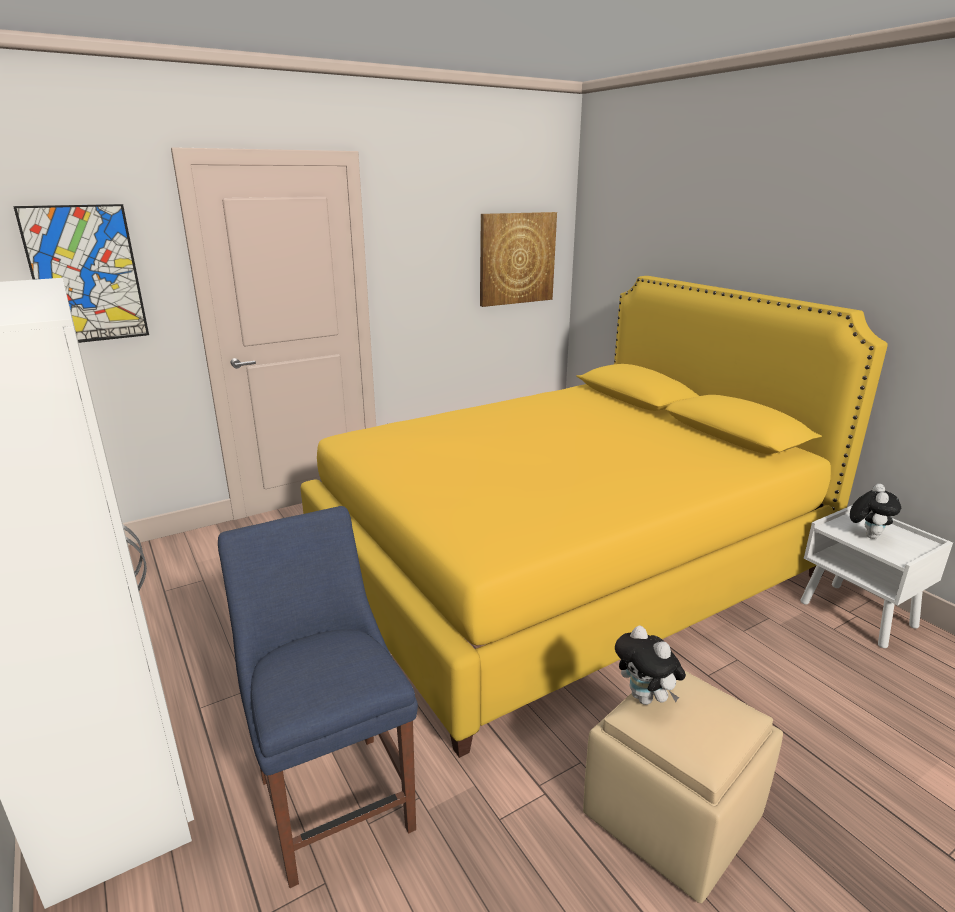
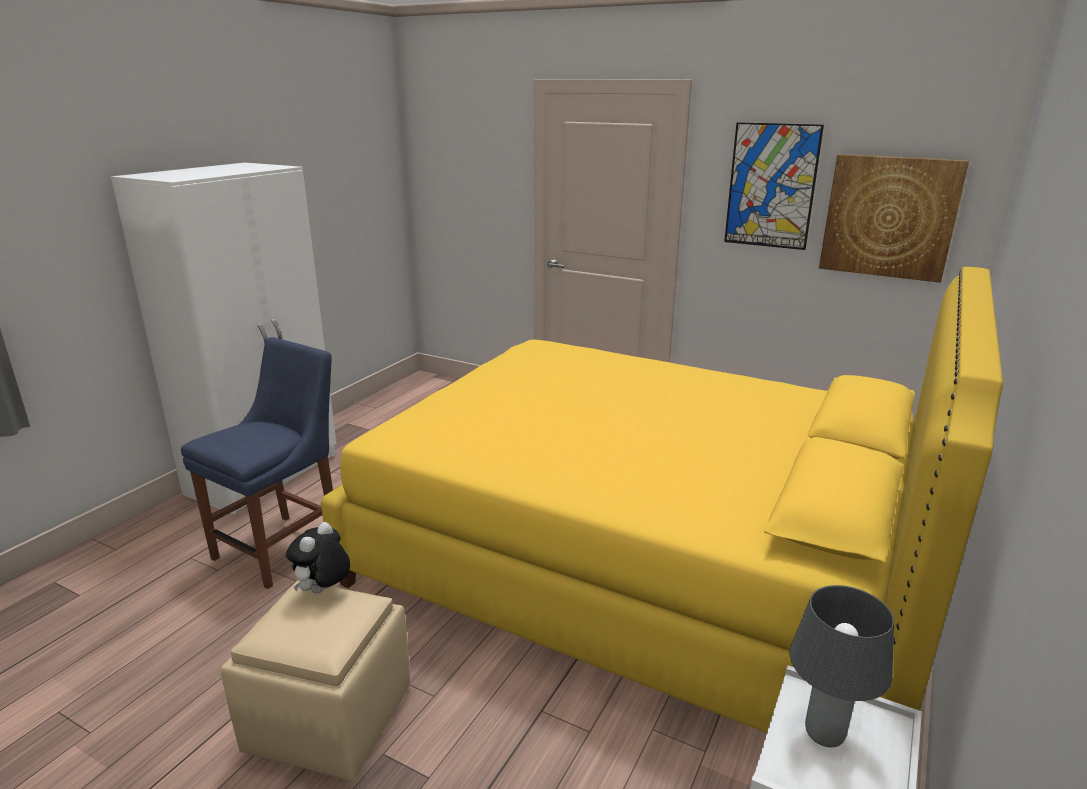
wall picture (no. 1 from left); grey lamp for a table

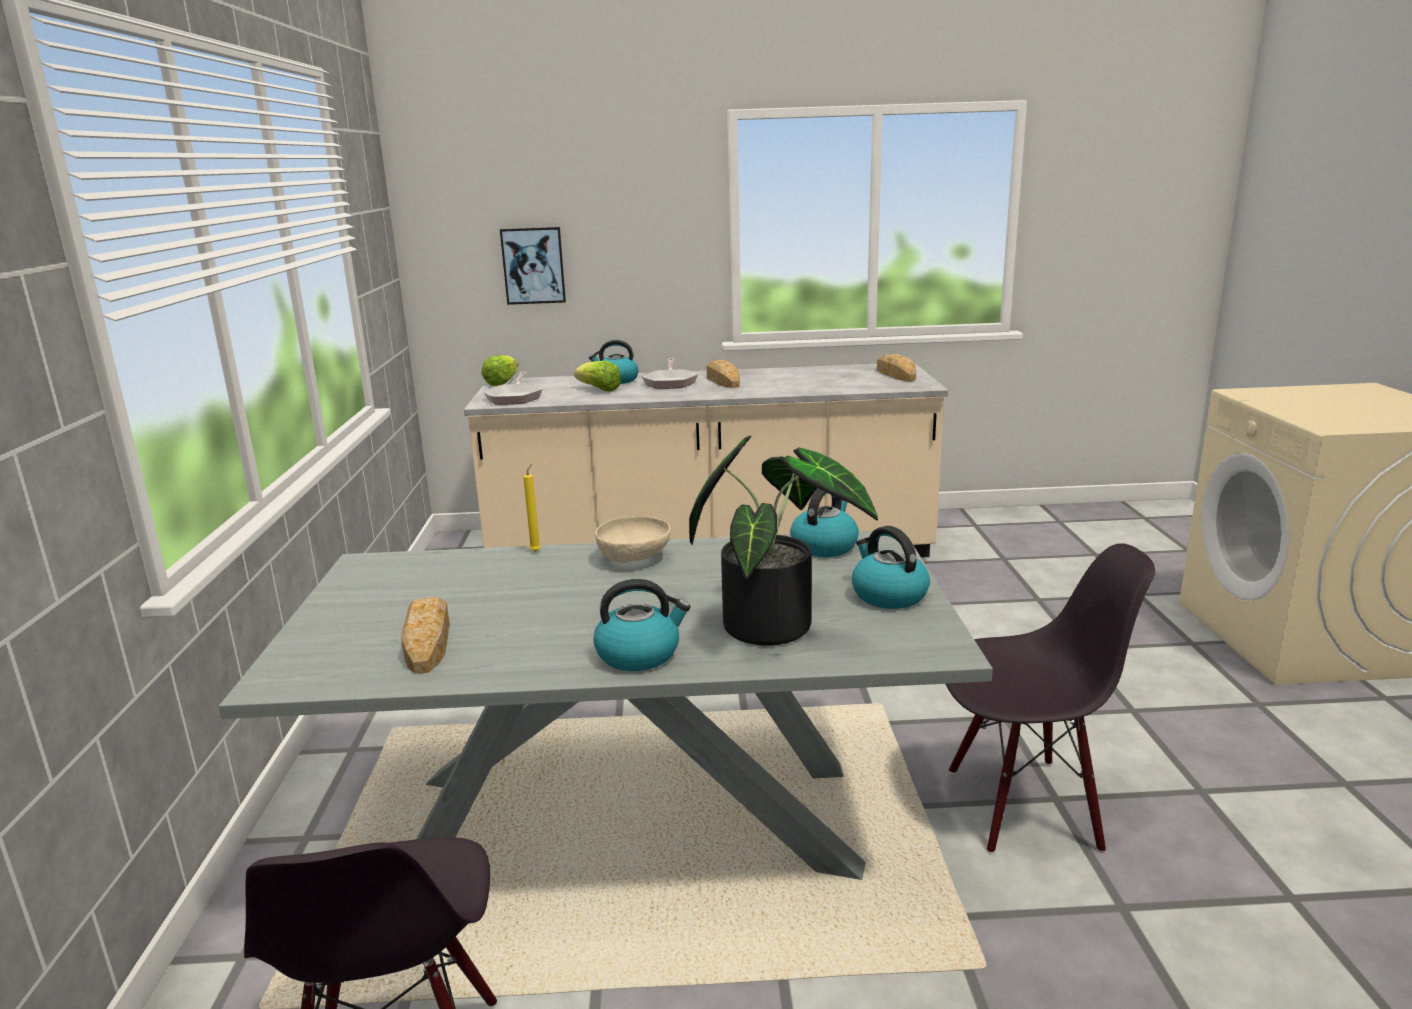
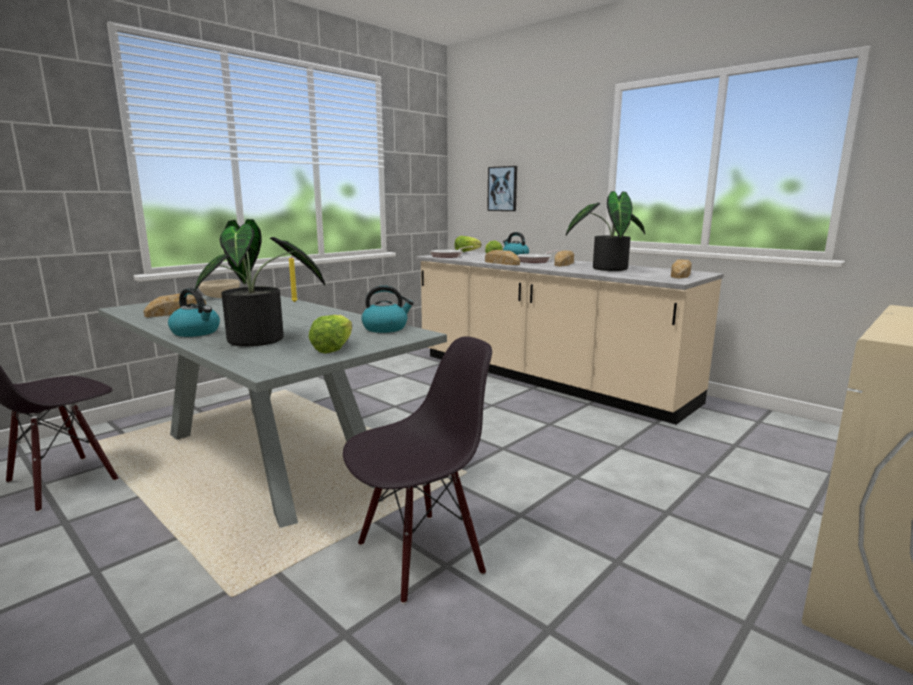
bakery bread (no. 2 from left); houseplant (no. 2 from left); sand-coloured bowl; lettuce head (no. 1 from left); blackish chair (no. 2 from left)

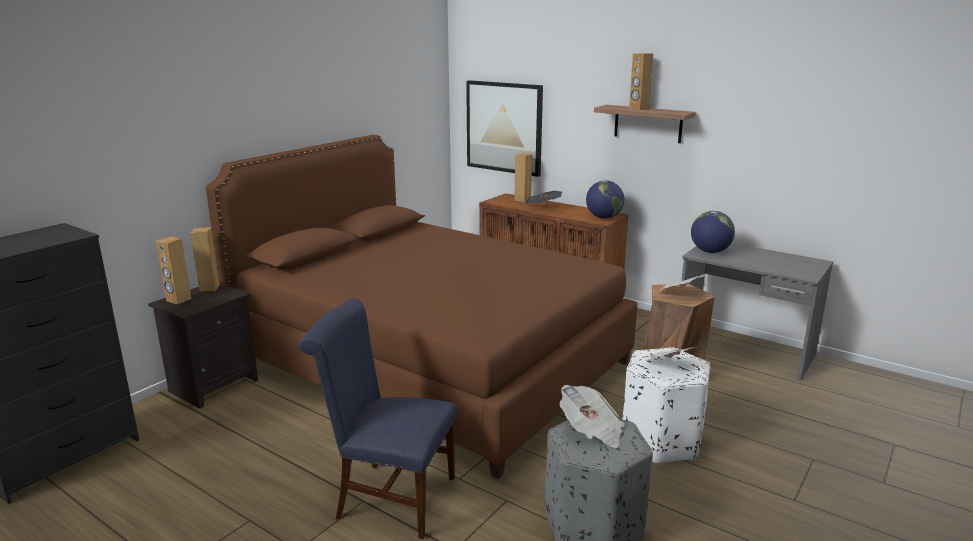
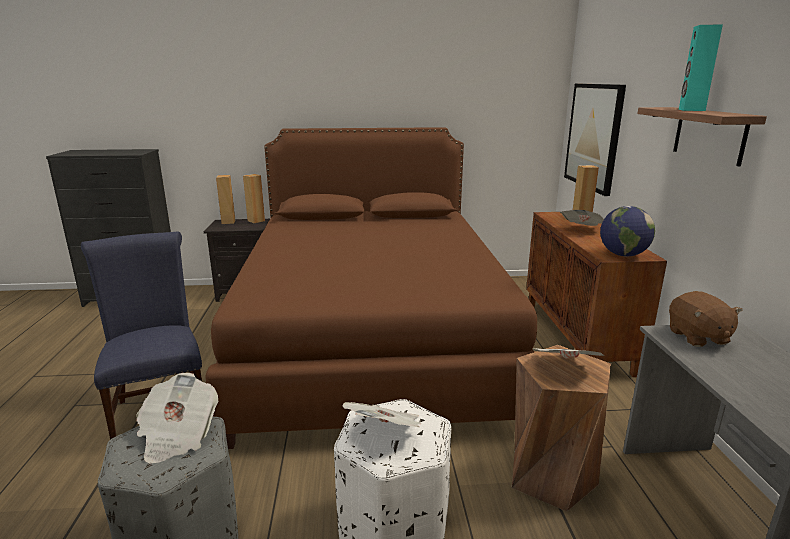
brown cuddly toy; turquoise-coloured speaker

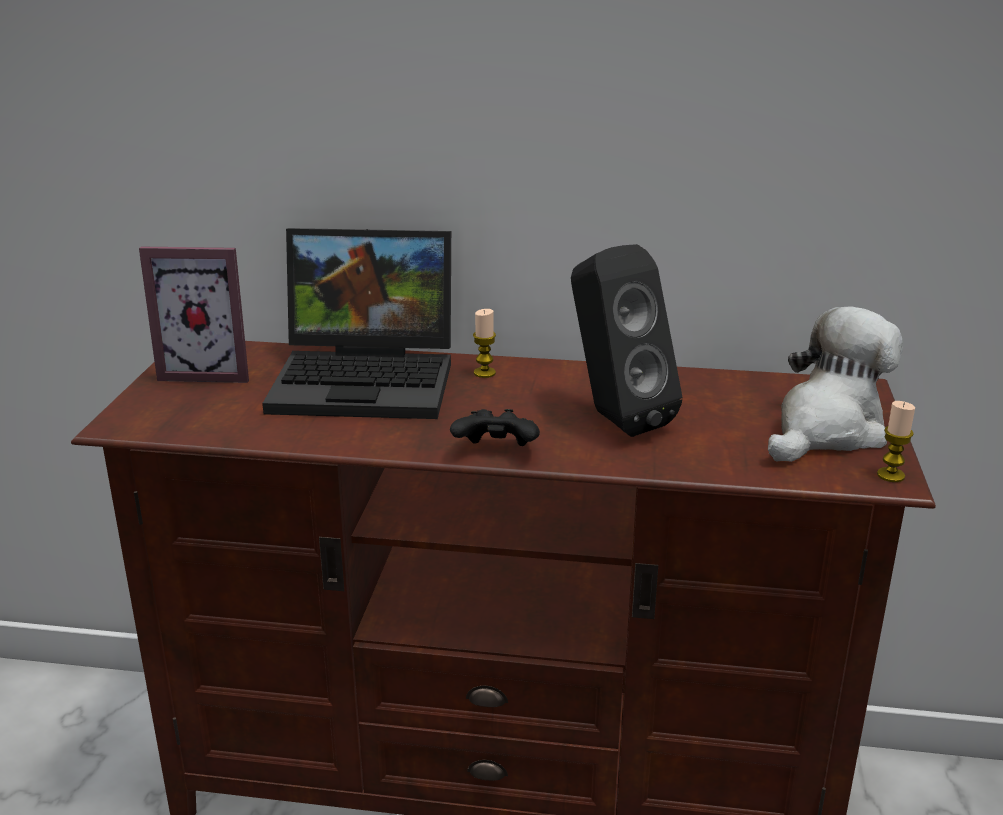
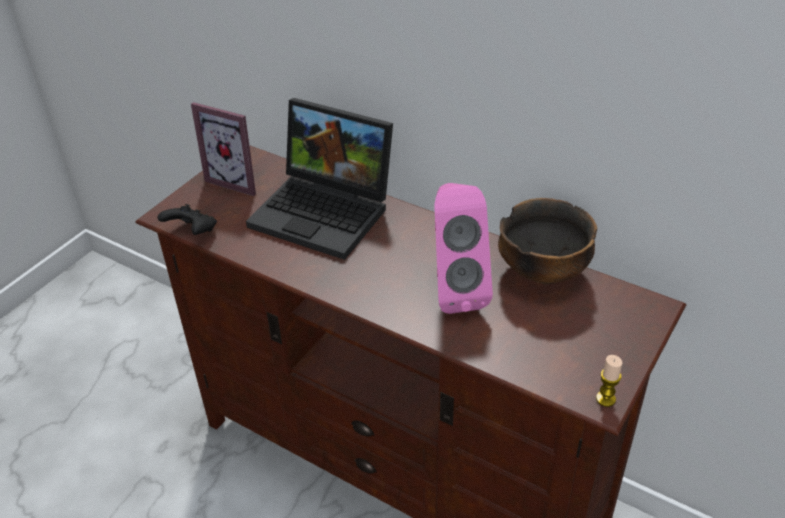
candle (no. 1 from left in the first image); cuddly toy; bowl; blackish gamepad; pinkish speaker

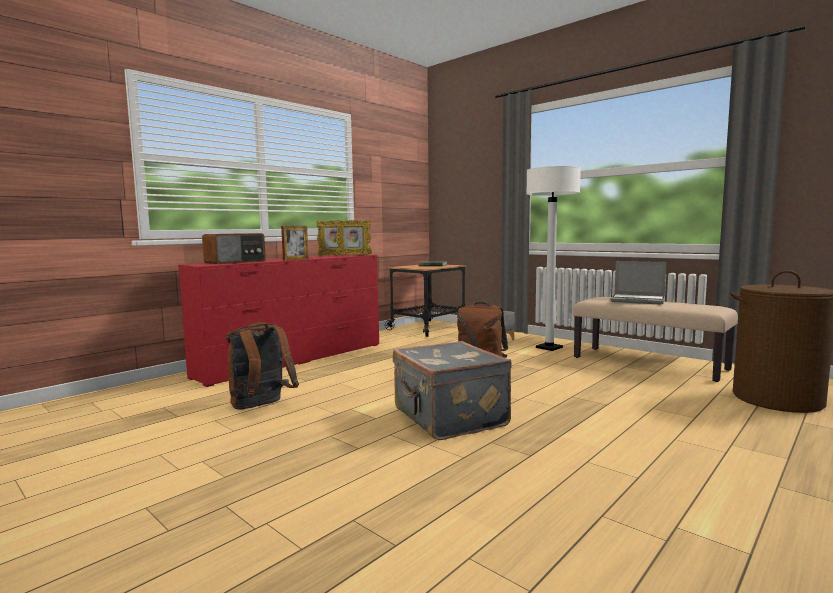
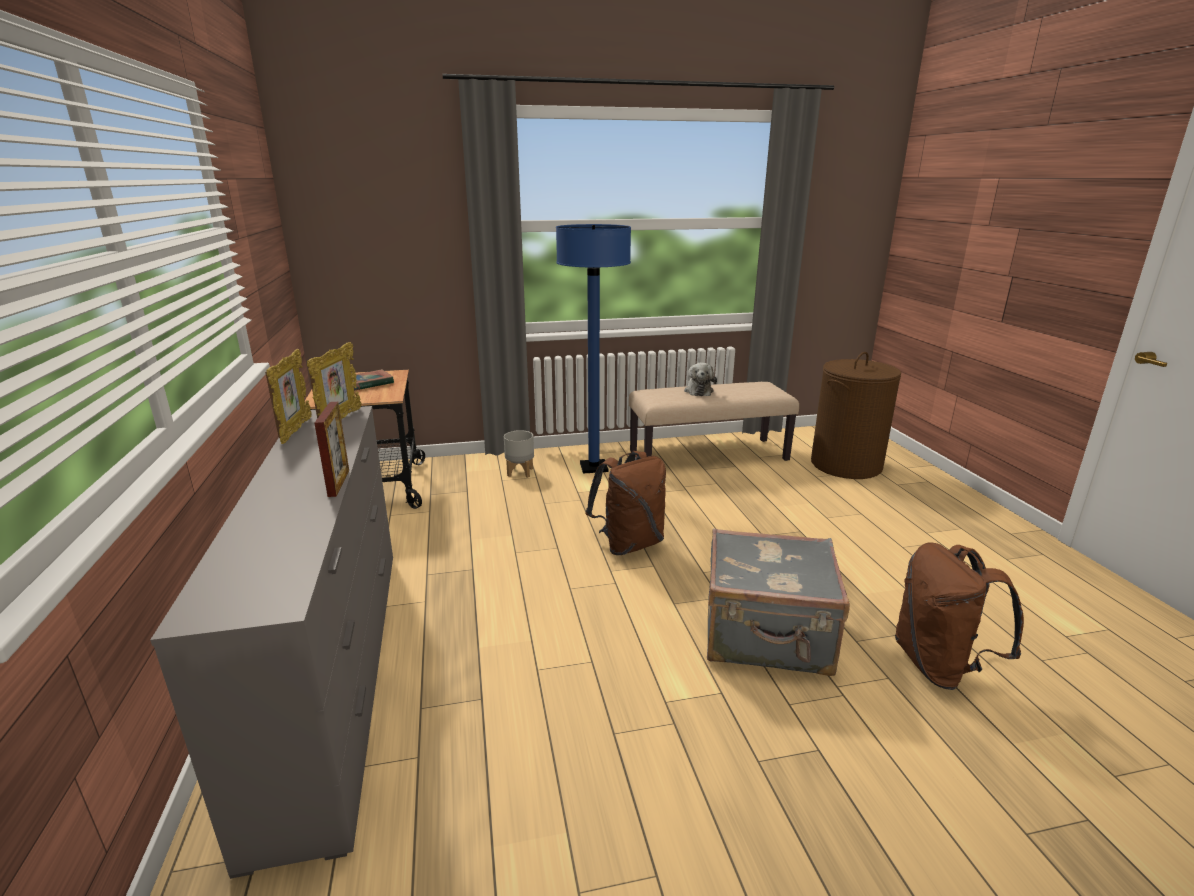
radio receiver; brown knapsack (no. 2 from left); cuddly toy; grey dresser; blue-coloured standing lamp

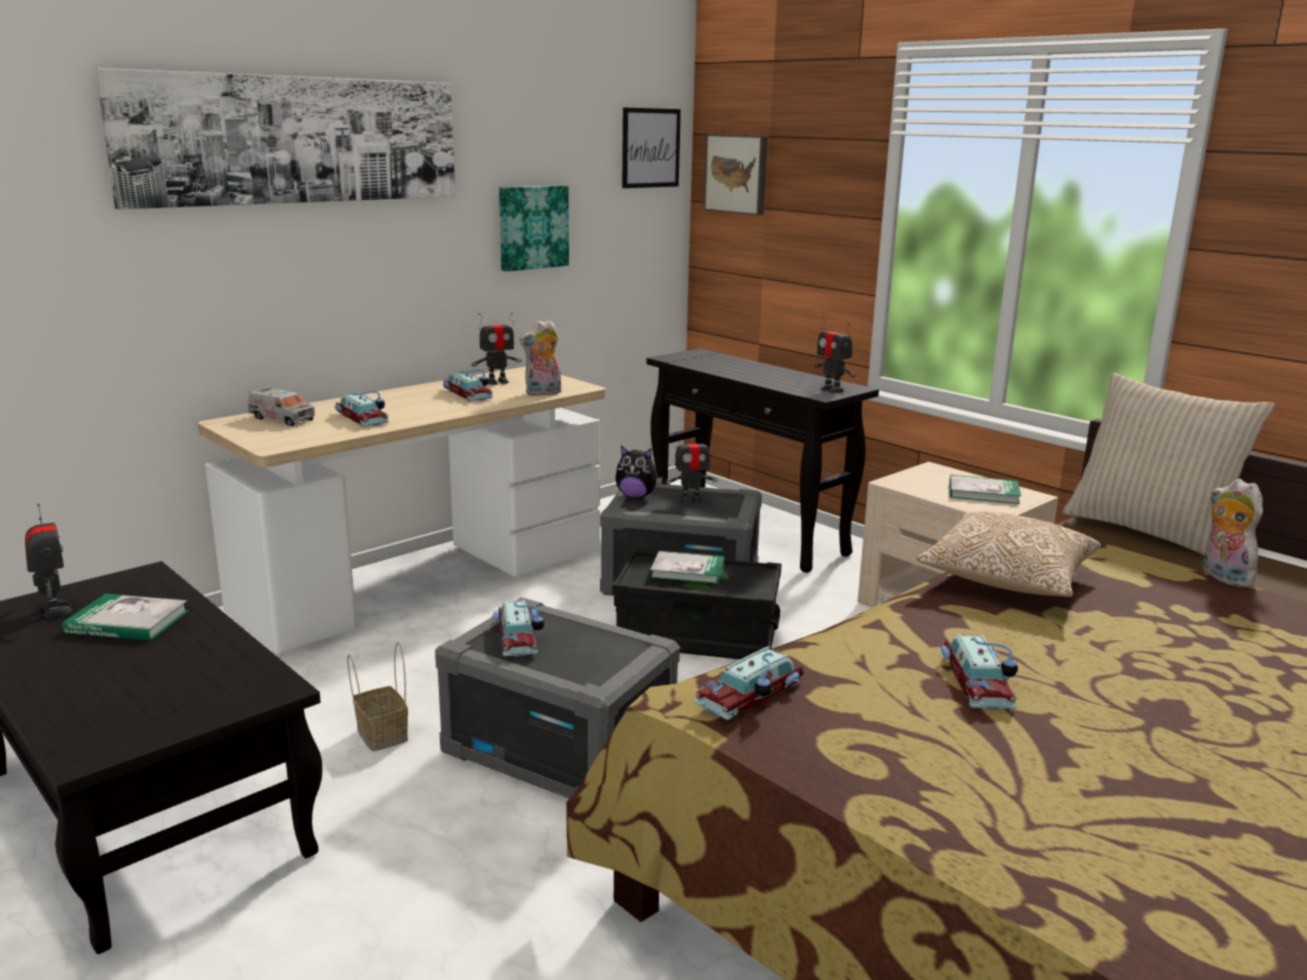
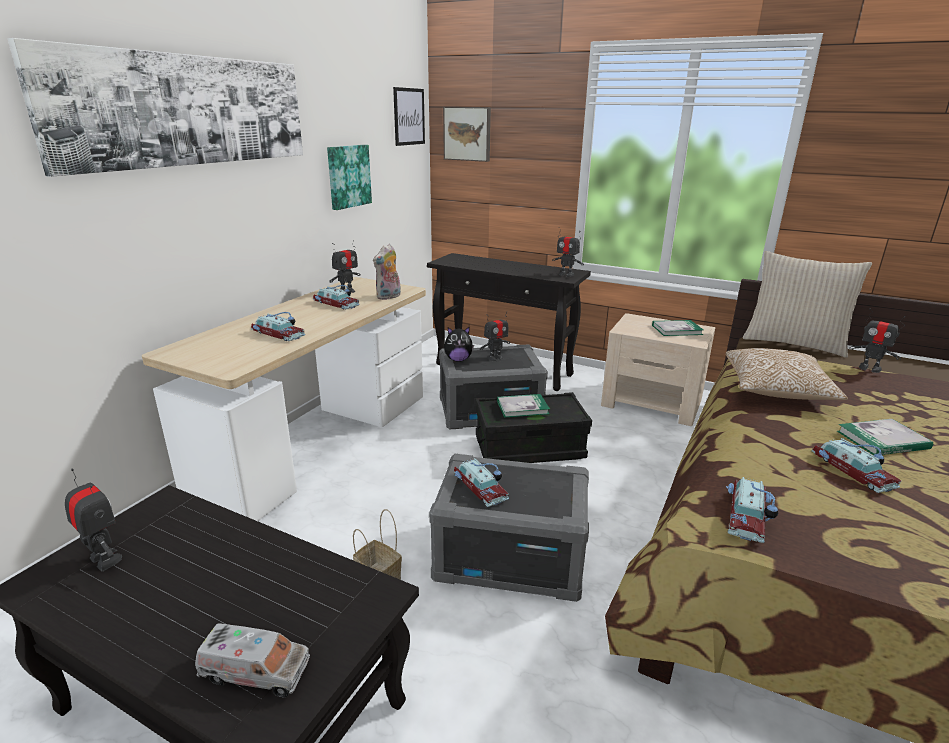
bound book (no. 3 from left); model truck; robot figure (no. 5 from left)

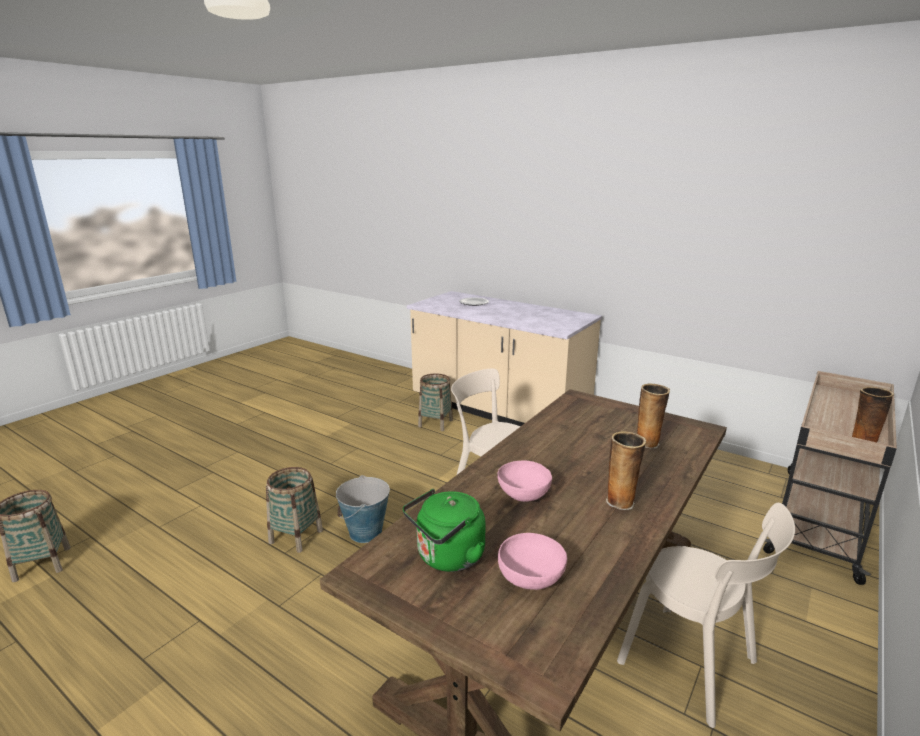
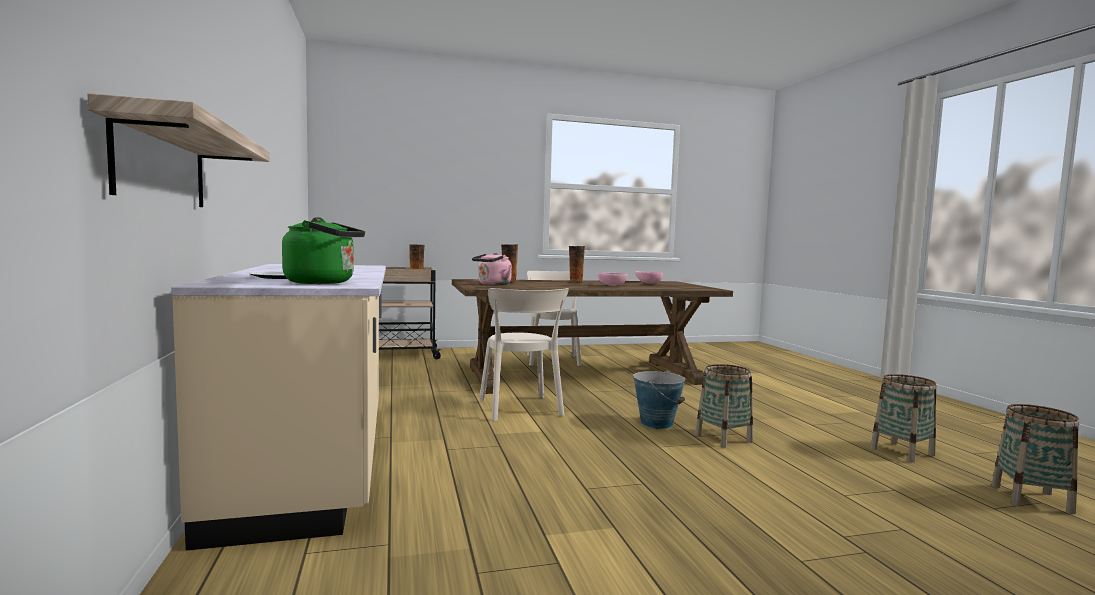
wall shelf; pinkish water kettle; greenish water kettle; storage basket (no. 2 from left)

